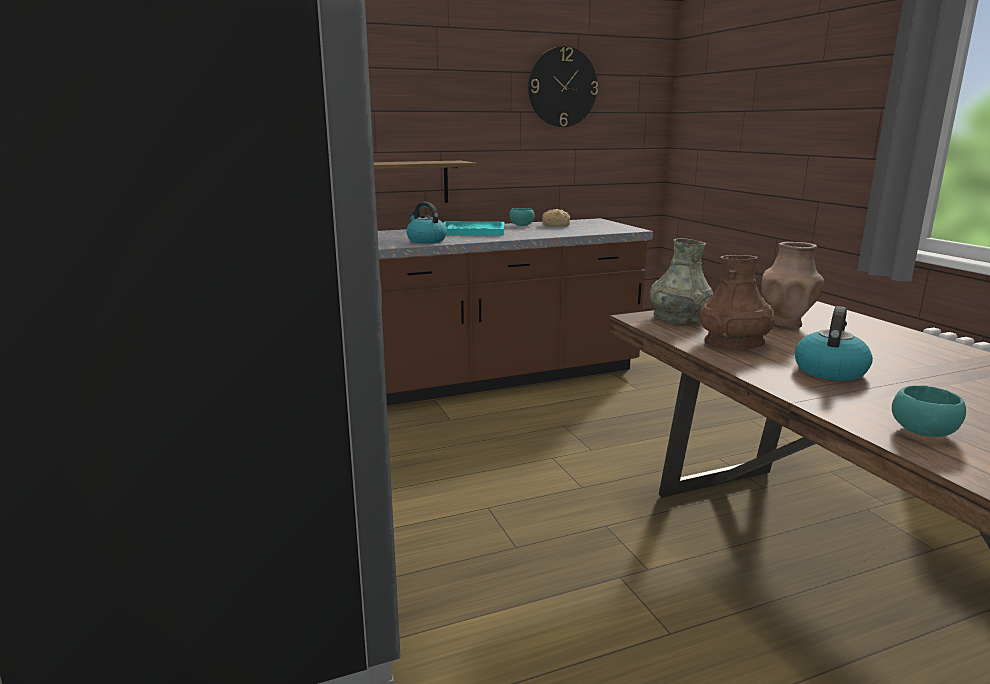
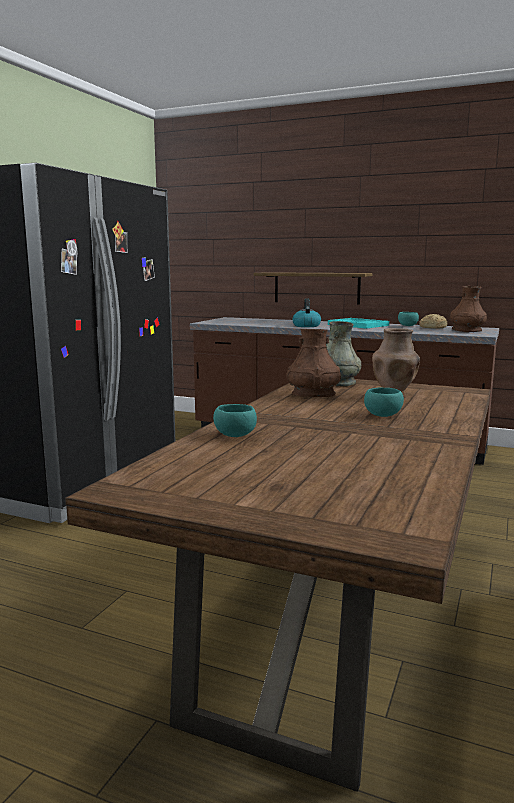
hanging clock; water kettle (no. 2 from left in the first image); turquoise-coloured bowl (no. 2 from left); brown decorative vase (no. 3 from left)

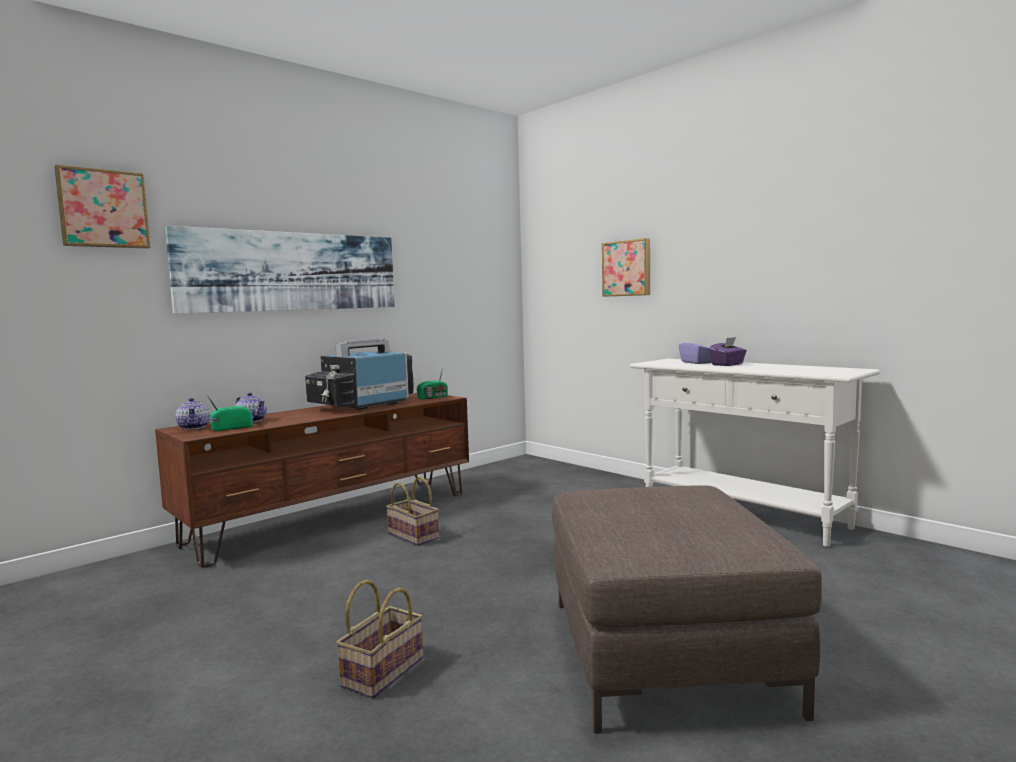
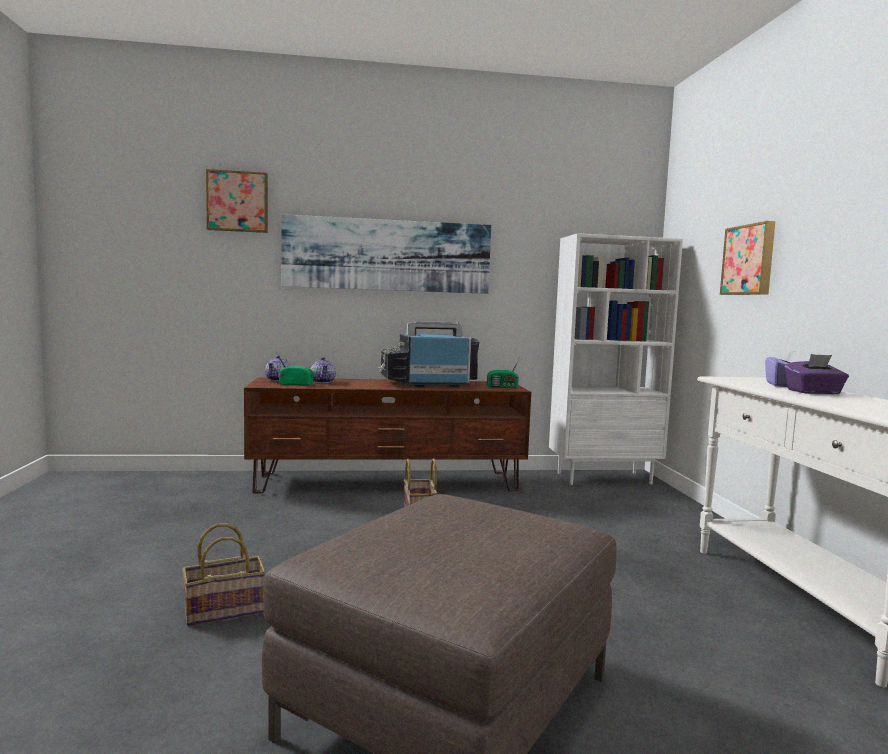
white shelving unit

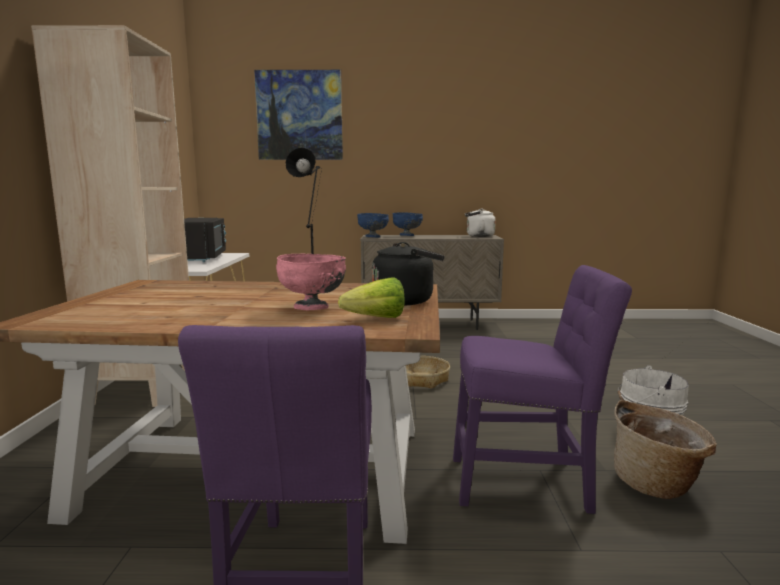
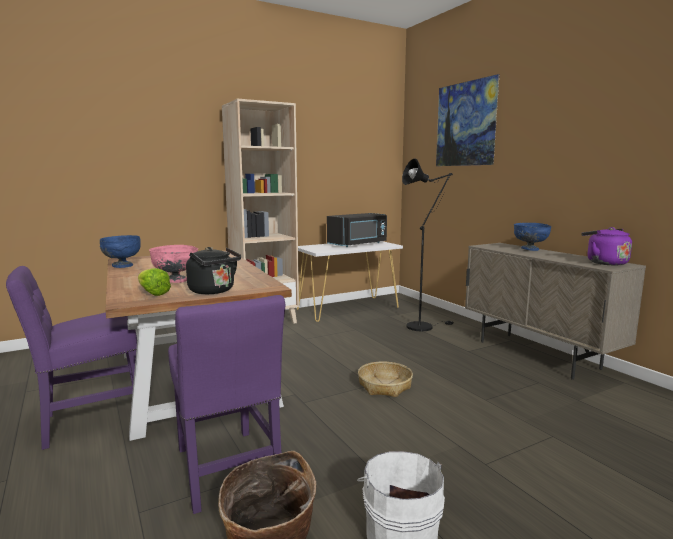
blue-coloured bowl (no. 1 from left); purplish water kettle

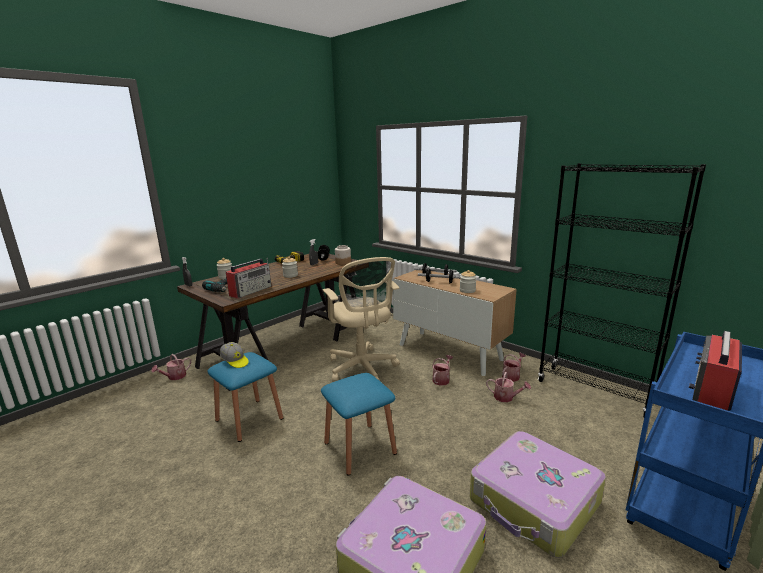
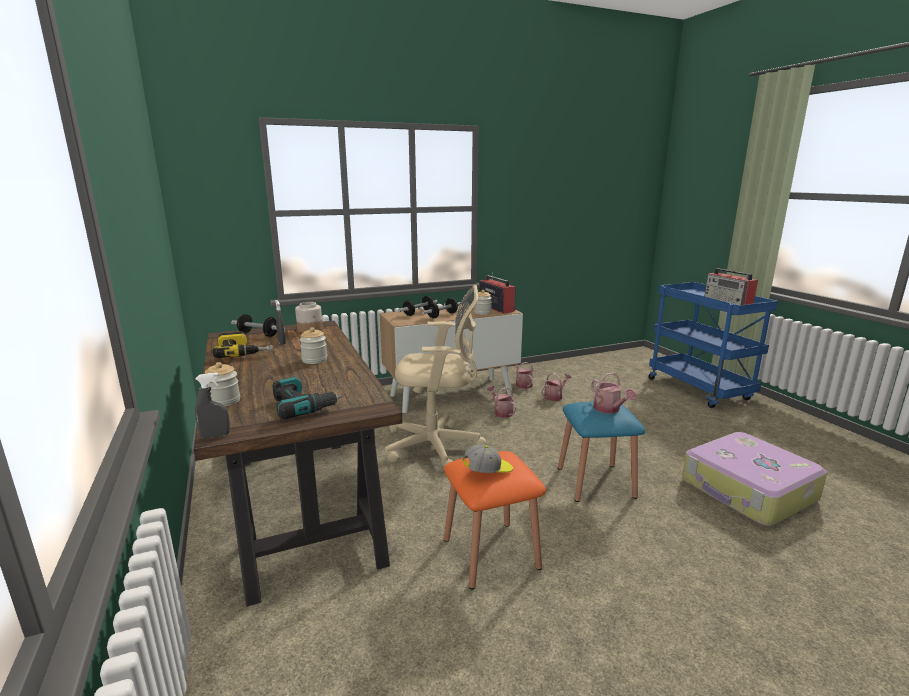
travel case (no. 2 from left in the first image); blackish shelving unit; watering pot (no. 4 from left); radio receiver (no. 1 from left); orangey stool seat

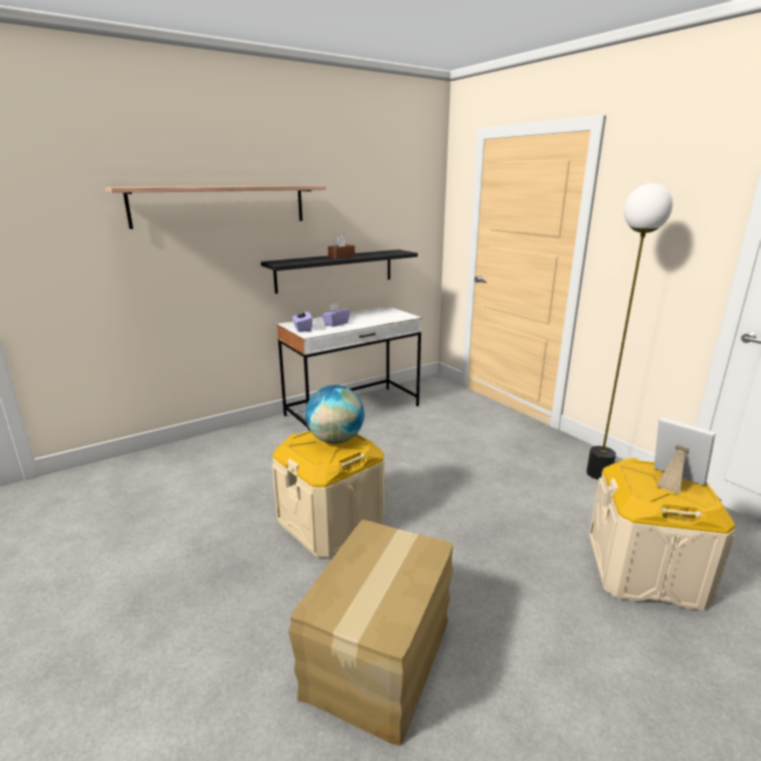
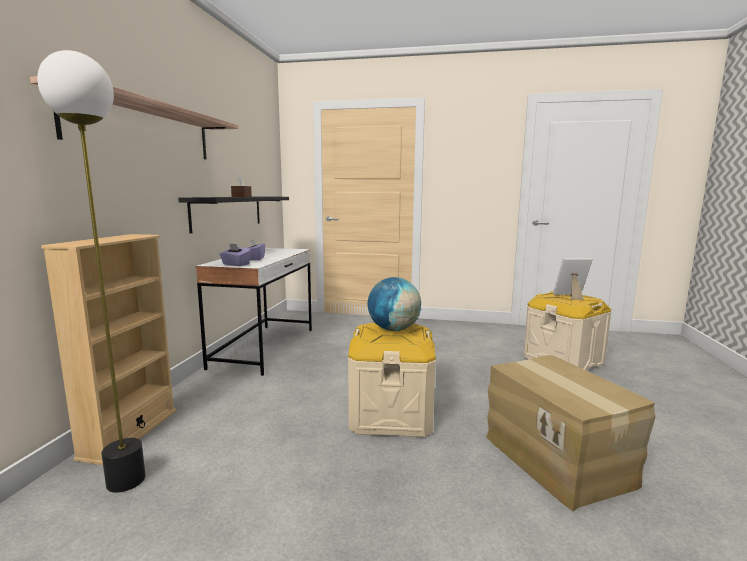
sand-coloured shelving unit; standing lamp

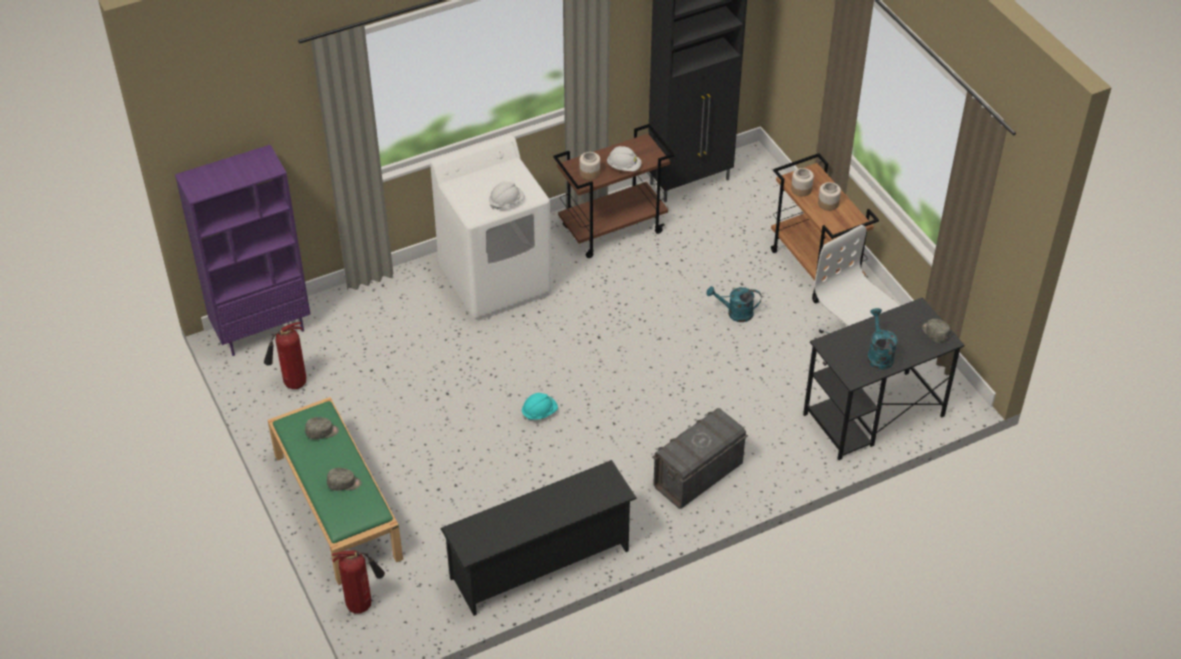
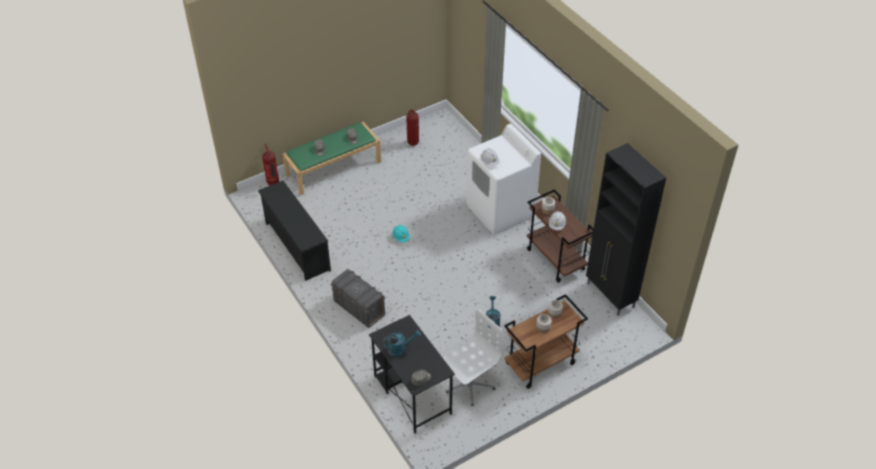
purplish shelving unit

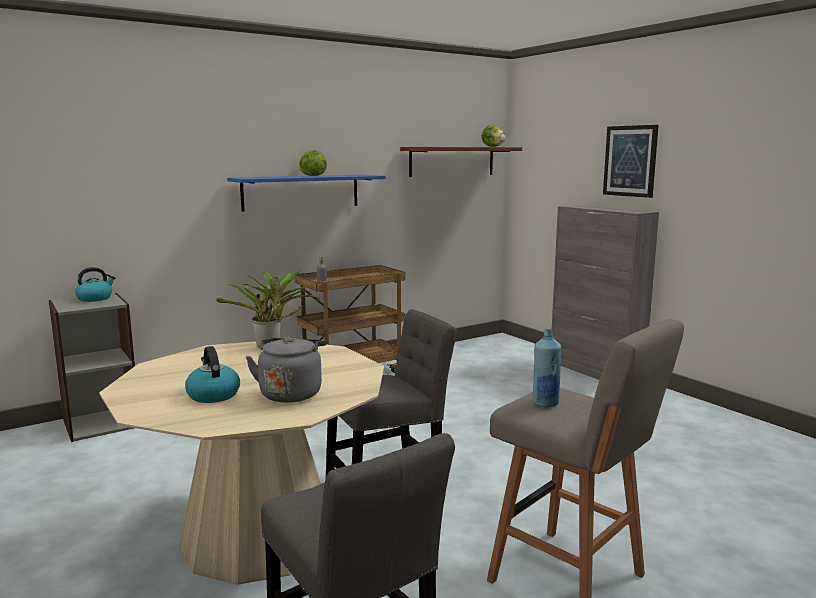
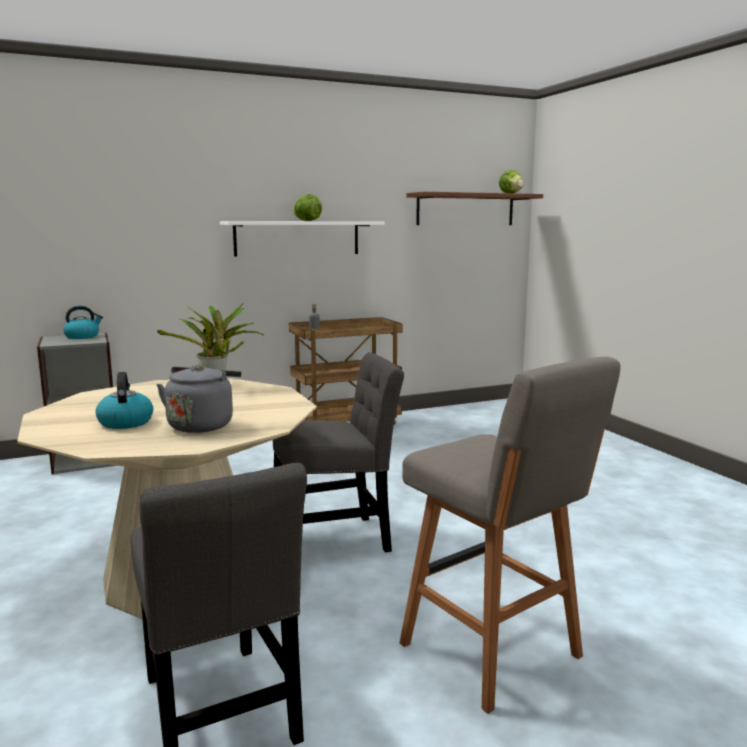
blue-coloured beverage bottle; grey cabinet; wall picture; white wall shelf

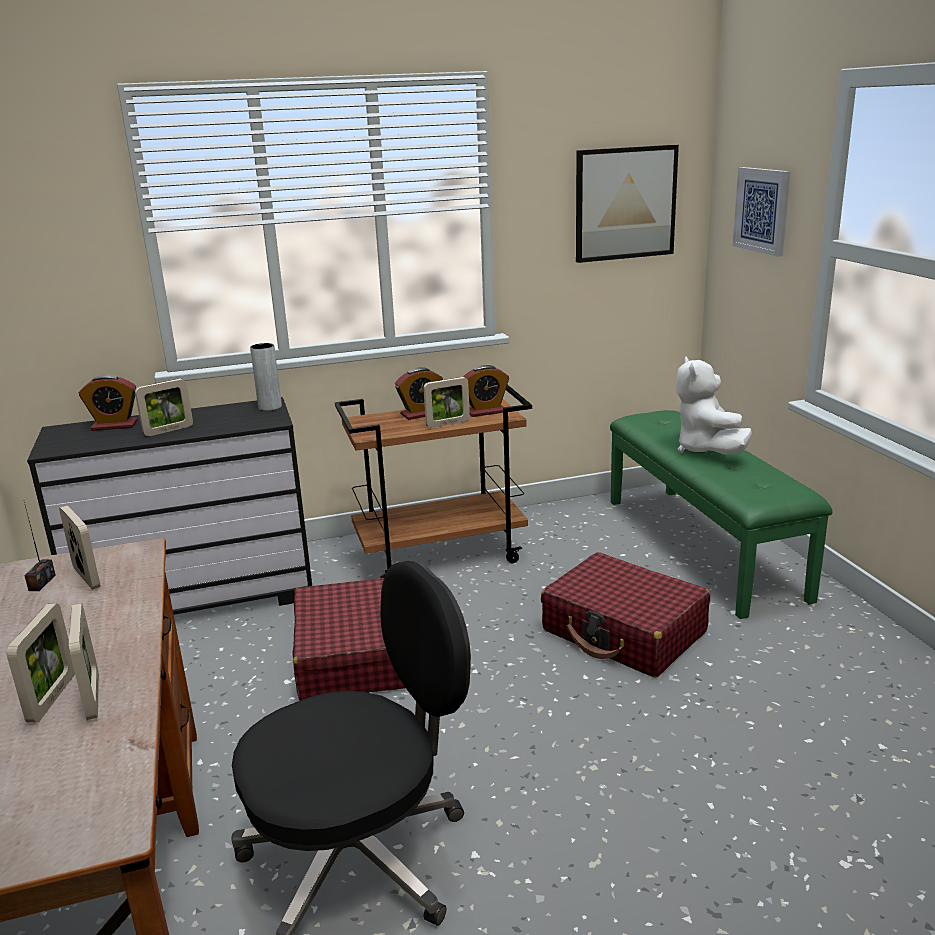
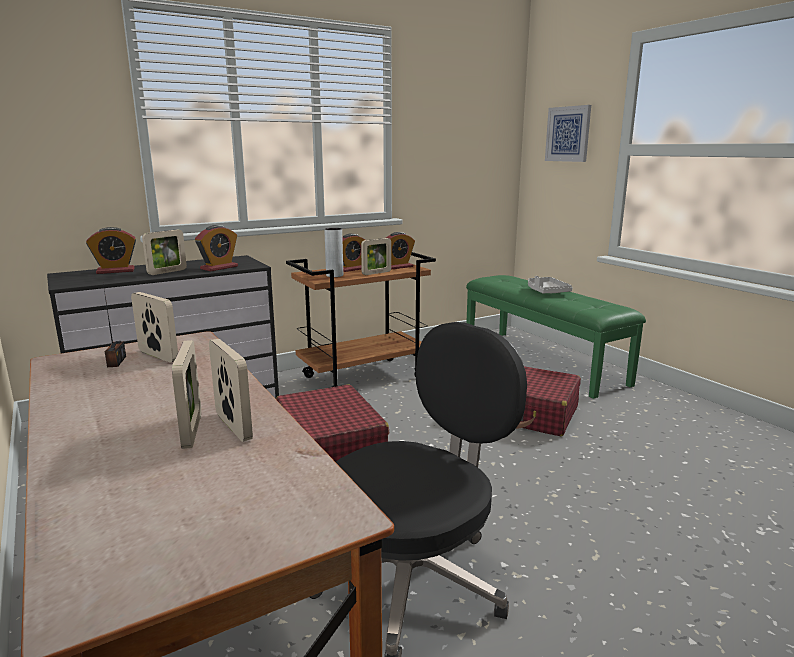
wall picture (no. 1 from left in the first image); bedside clock (no. 2 from left); grey decorative vase; grey carrying tray

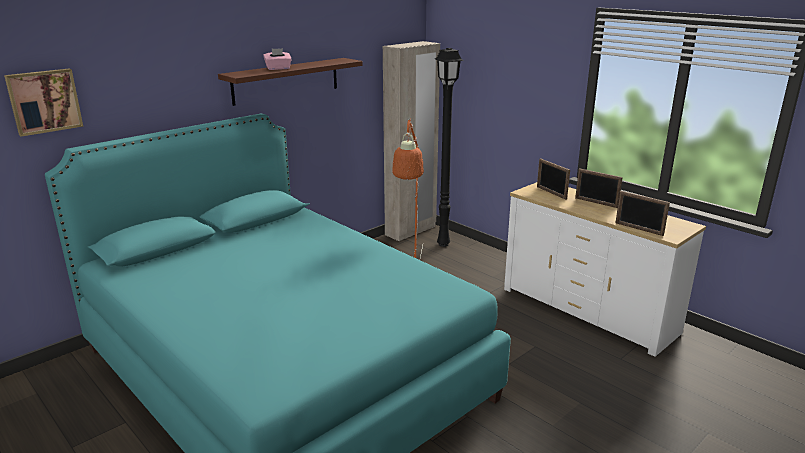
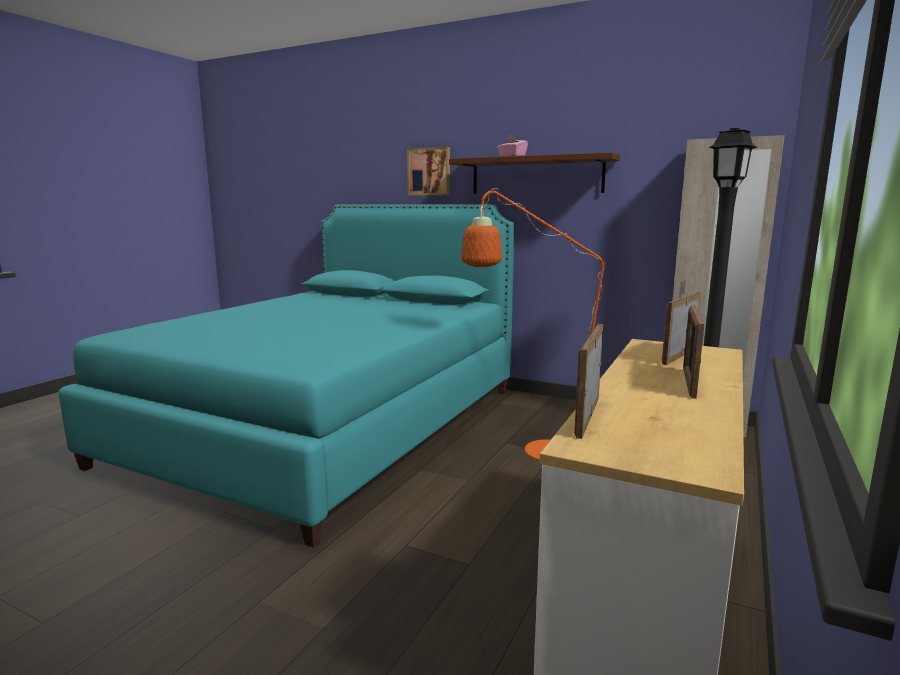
wall picture

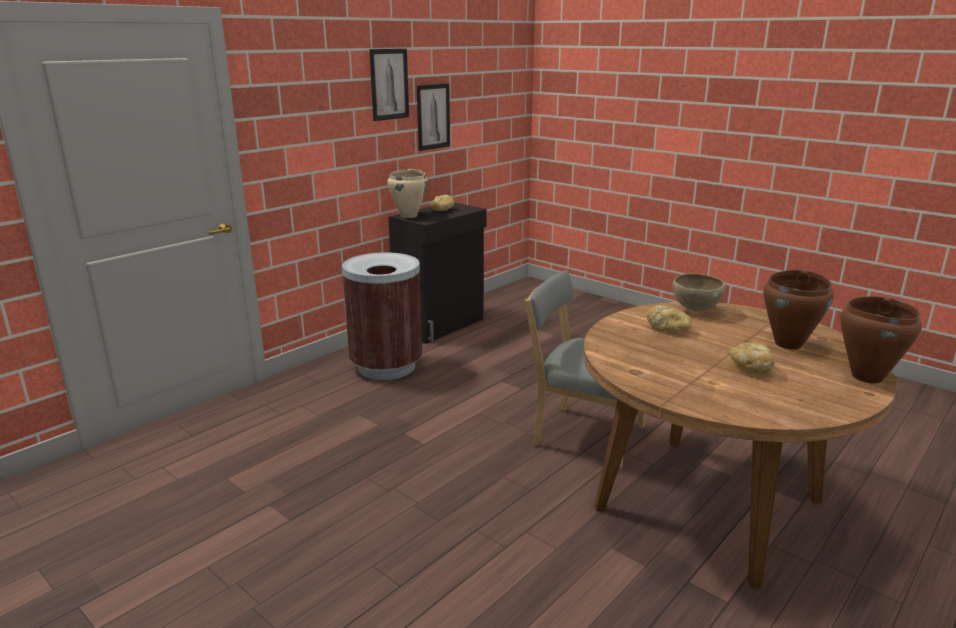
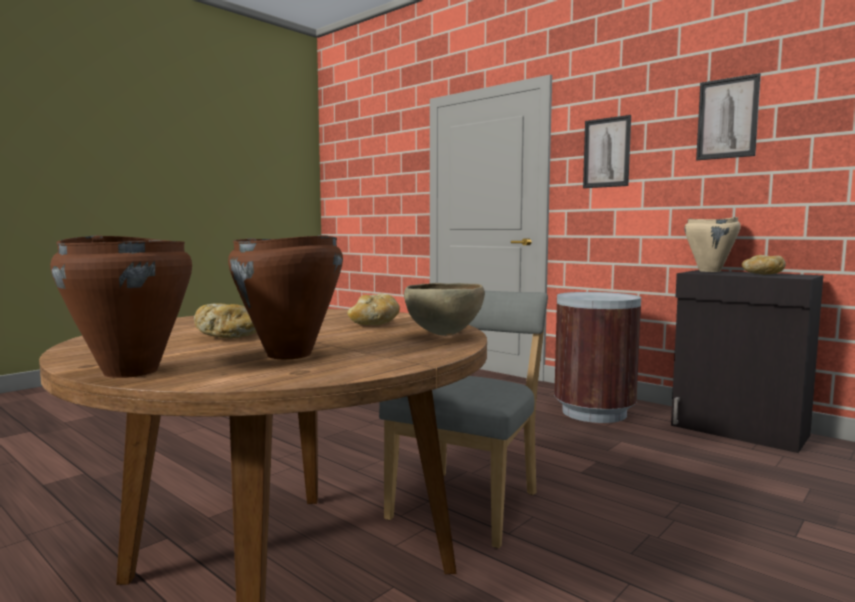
wall picture (no. 1 from left)

